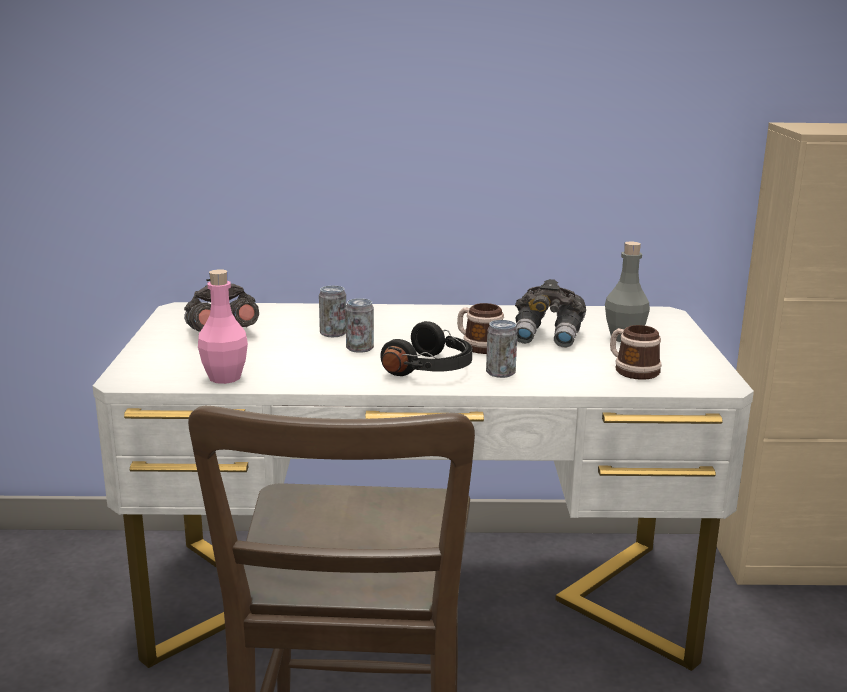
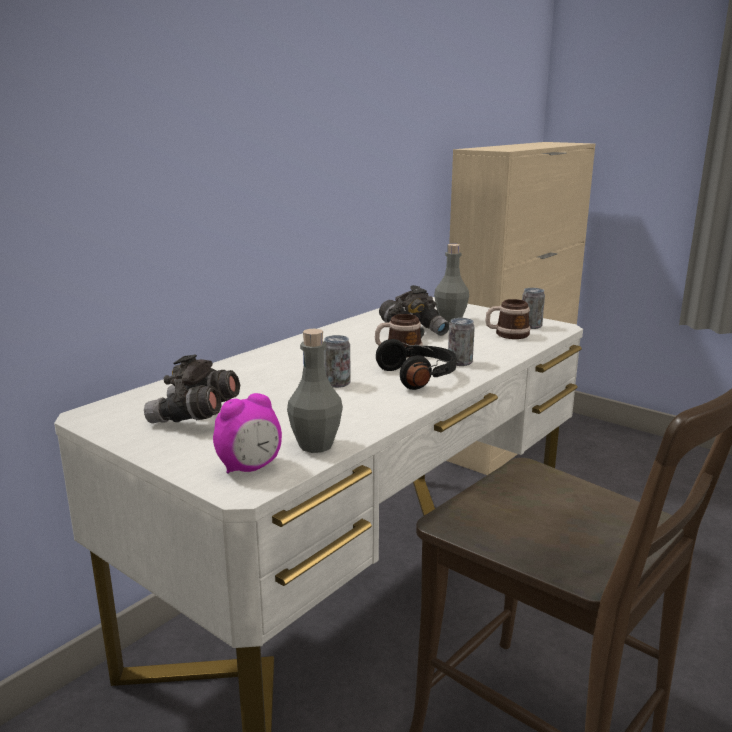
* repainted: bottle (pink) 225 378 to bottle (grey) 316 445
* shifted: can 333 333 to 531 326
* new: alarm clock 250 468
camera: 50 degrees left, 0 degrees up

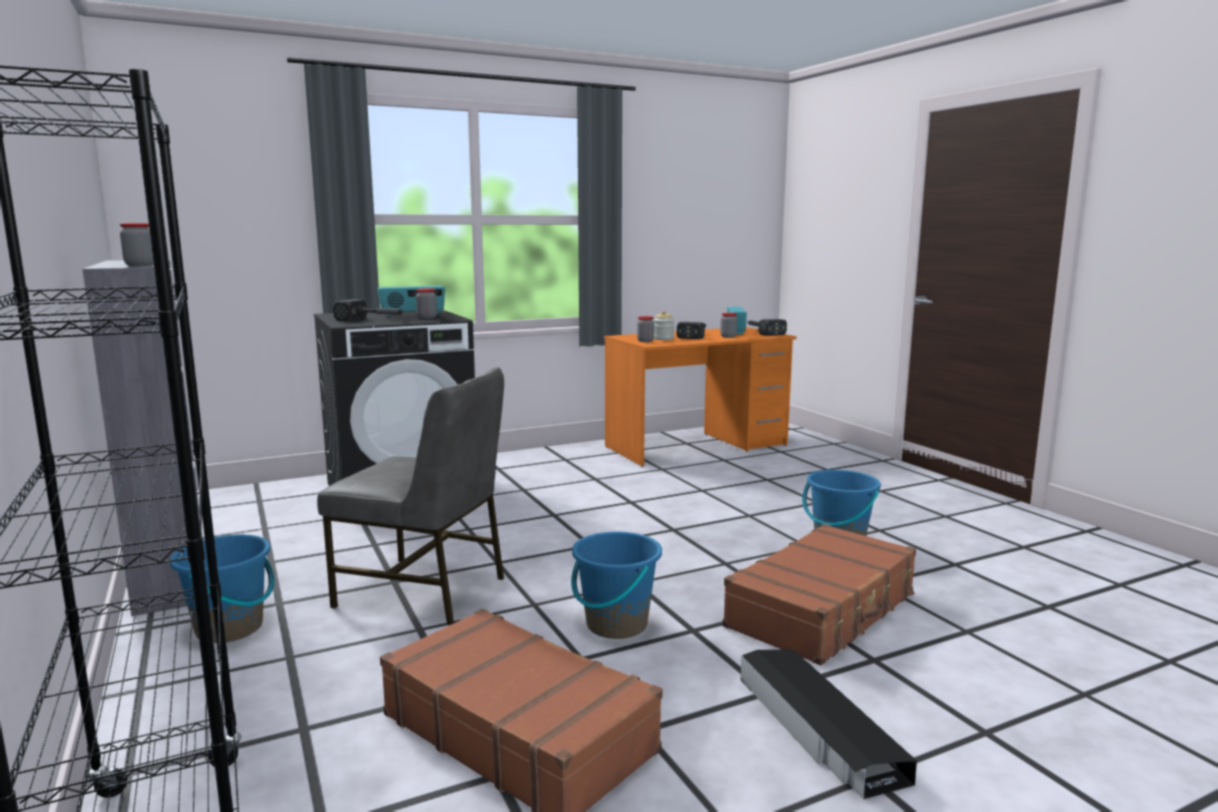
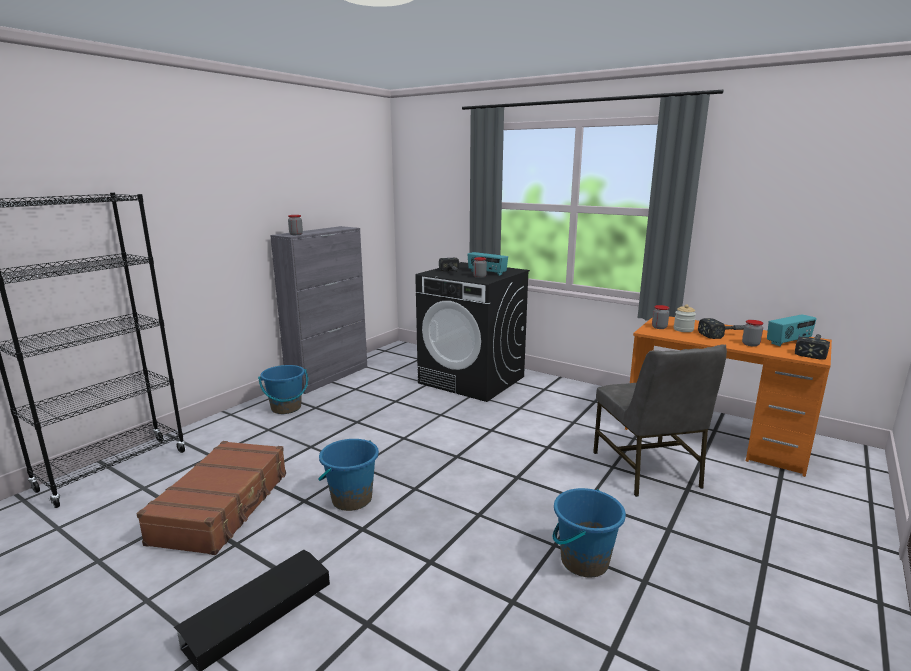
* shifted: chair (grey) 424 591 to 647 470
* gone: suitcase (brown) 823 611
camera: 60 degrees right, 5 degrees up

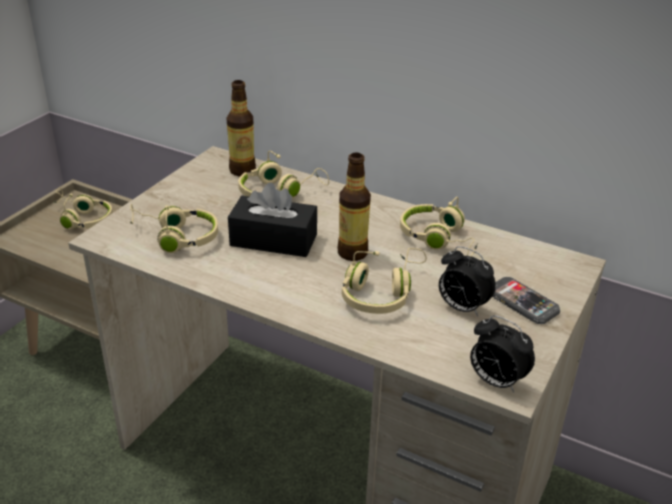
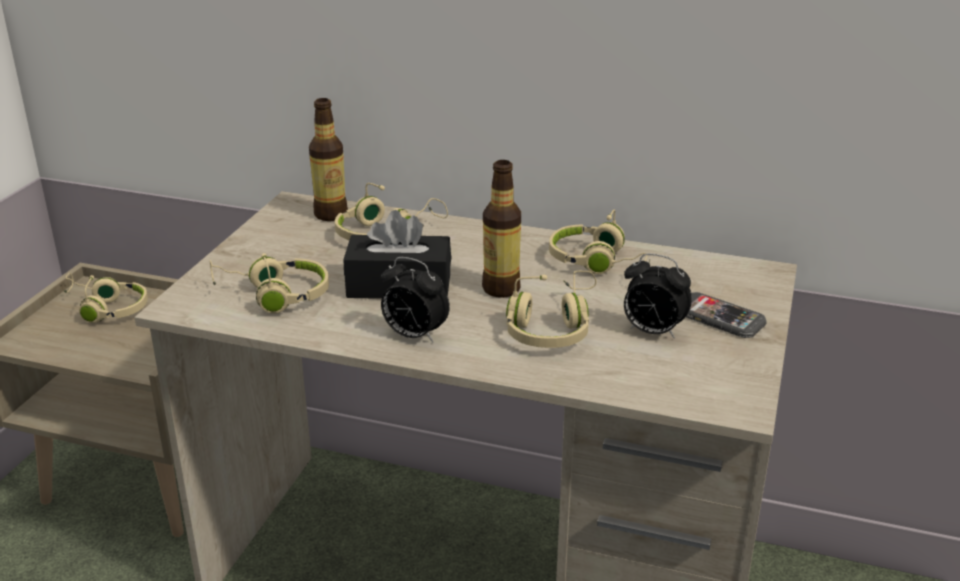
* shifted: alarm clock 495 381 to 414 335
camera: 10 degrees left, 5 degrees down

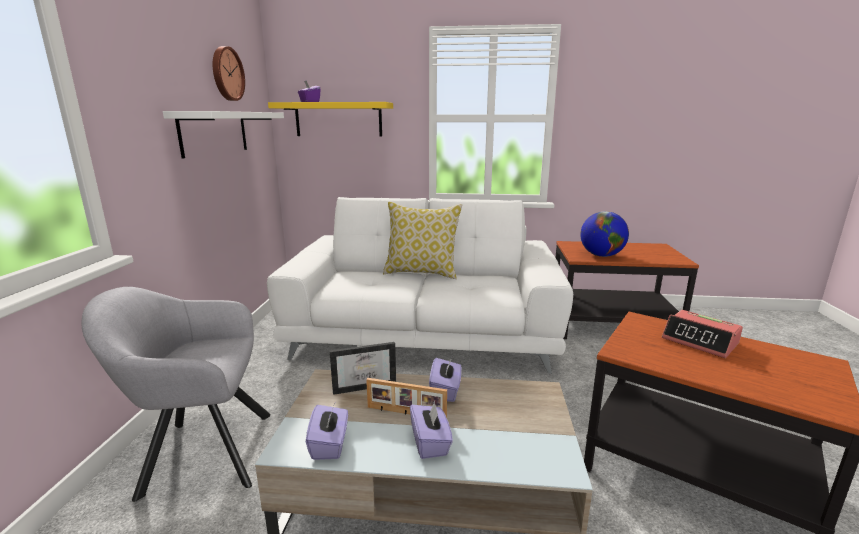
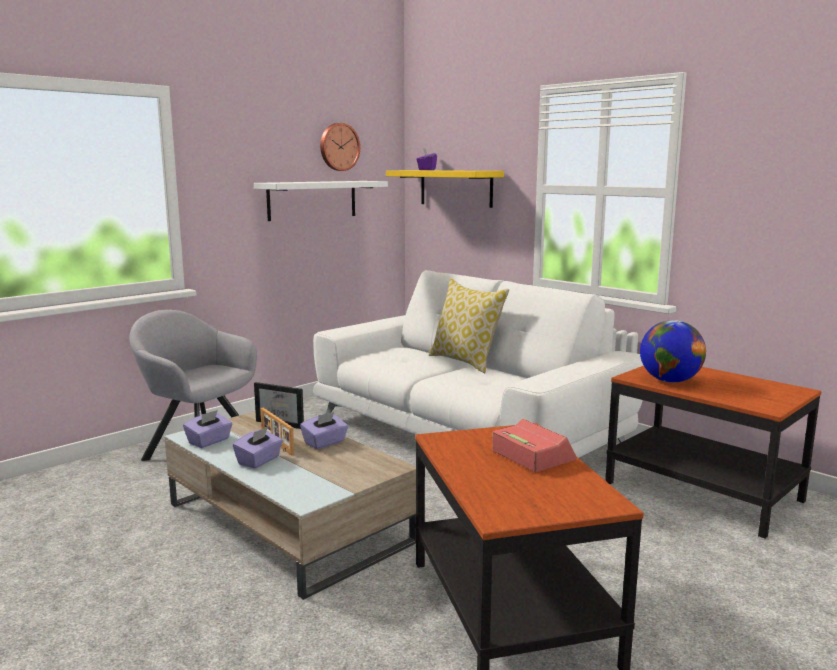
* rotated: alarm clock 700 341 = 532 456 150 degrees clockwise
camera: 40 degrees right, 5 degrees down

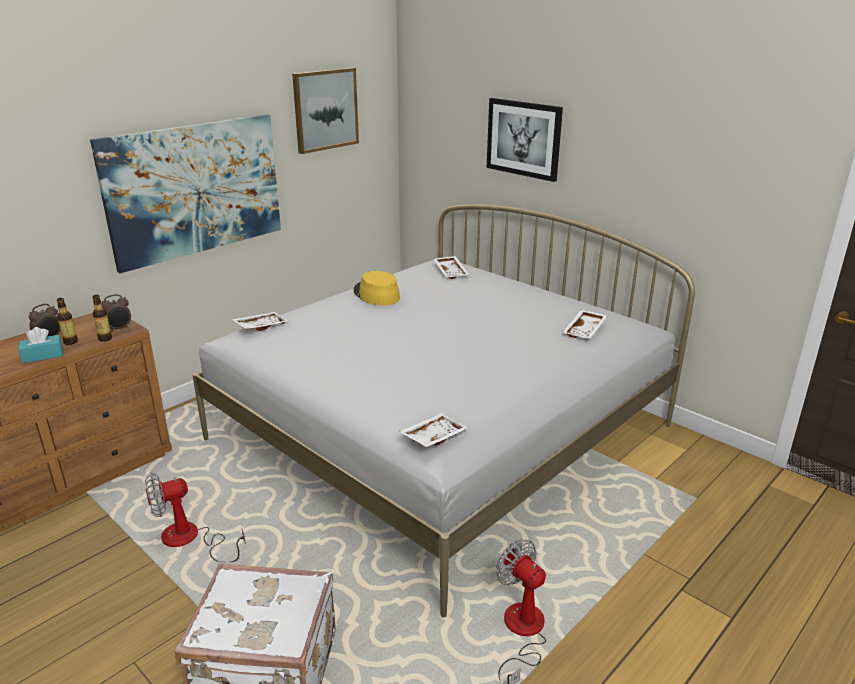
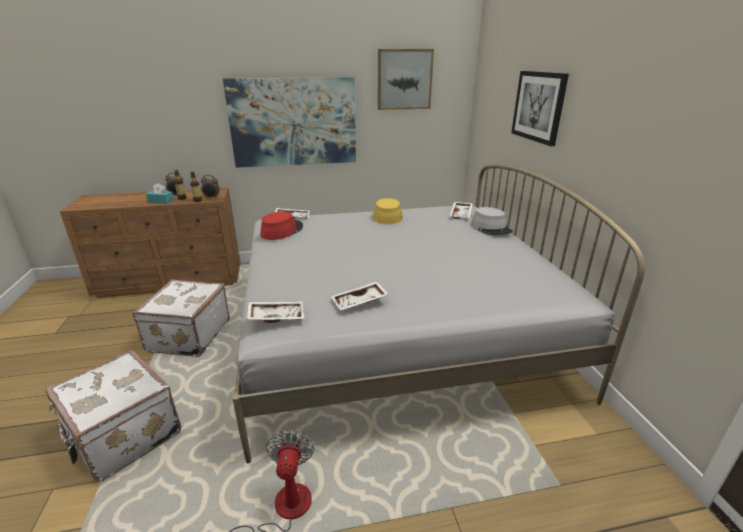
* shifted: tray (white) 585 330 to 359 302
* swapped: fan 190 540 to suitcase (white) 188 335
* new: hat (grey) 491 228
* new: hat (red) 282 231
camera: 35 degrees right, 0 degrees up

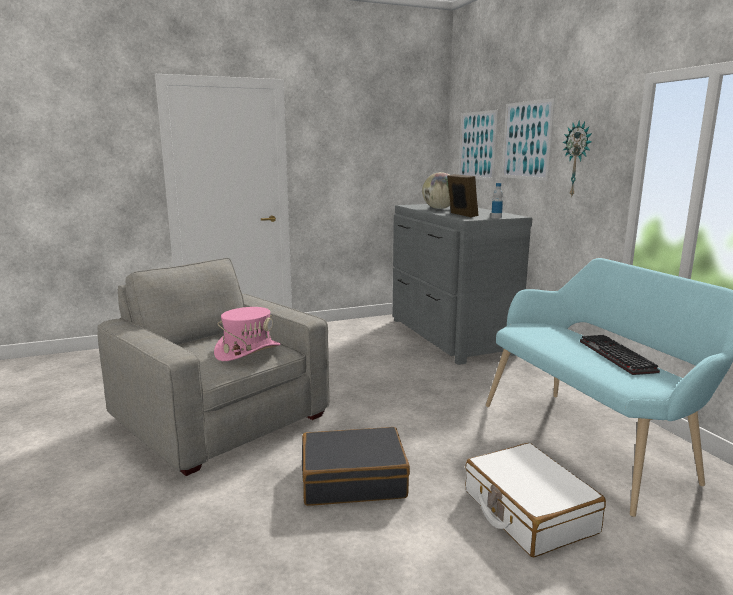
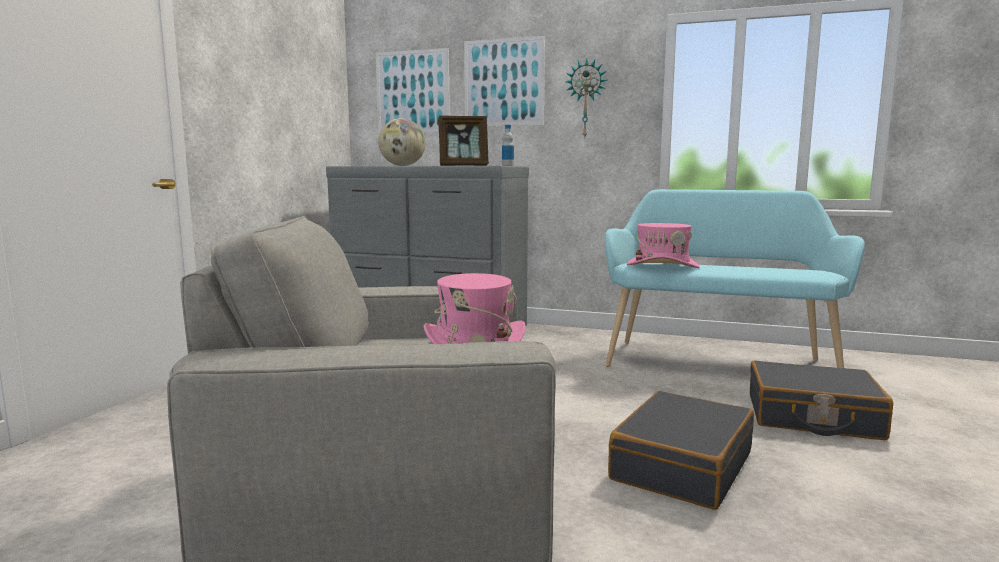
* rotated: picture frame 461 215 = 464 165 150 degrees clockwise
* gone: keyboard 613 356
* repainted: suitcase (white) 528 512 to suitcase (black) 812 417
* new: hat (pink) 662 266
camera: 50 degrees left, 5 degrees down

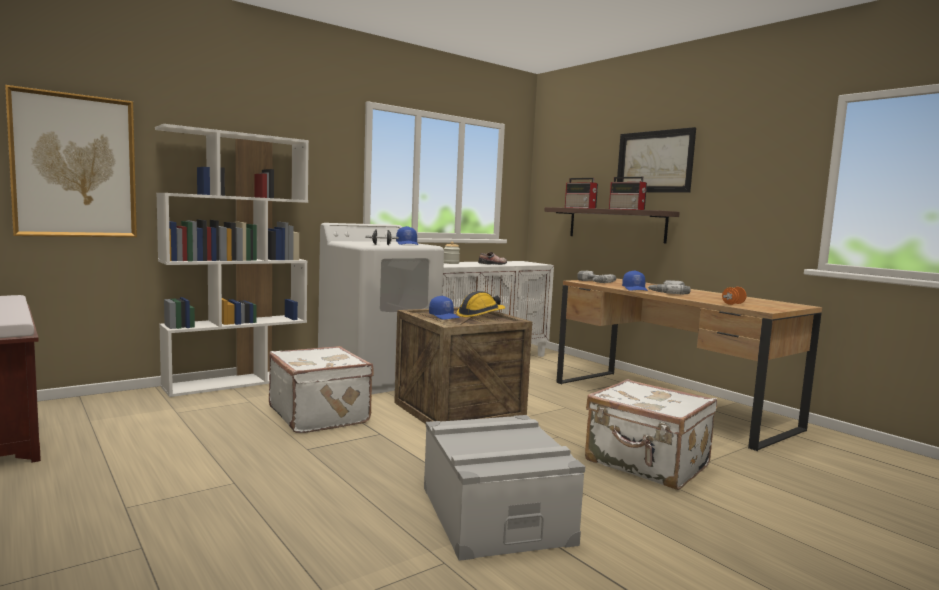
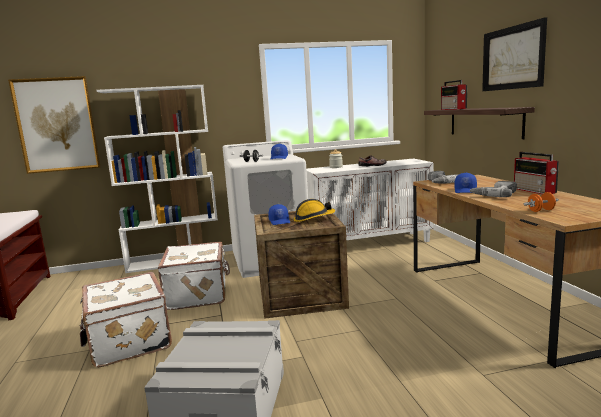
* shifted: radio 627 209 to 535 191
* shifted: suitcase (white) 647 464 to 128 342
camera: 25 degrees right, 5 degrees up

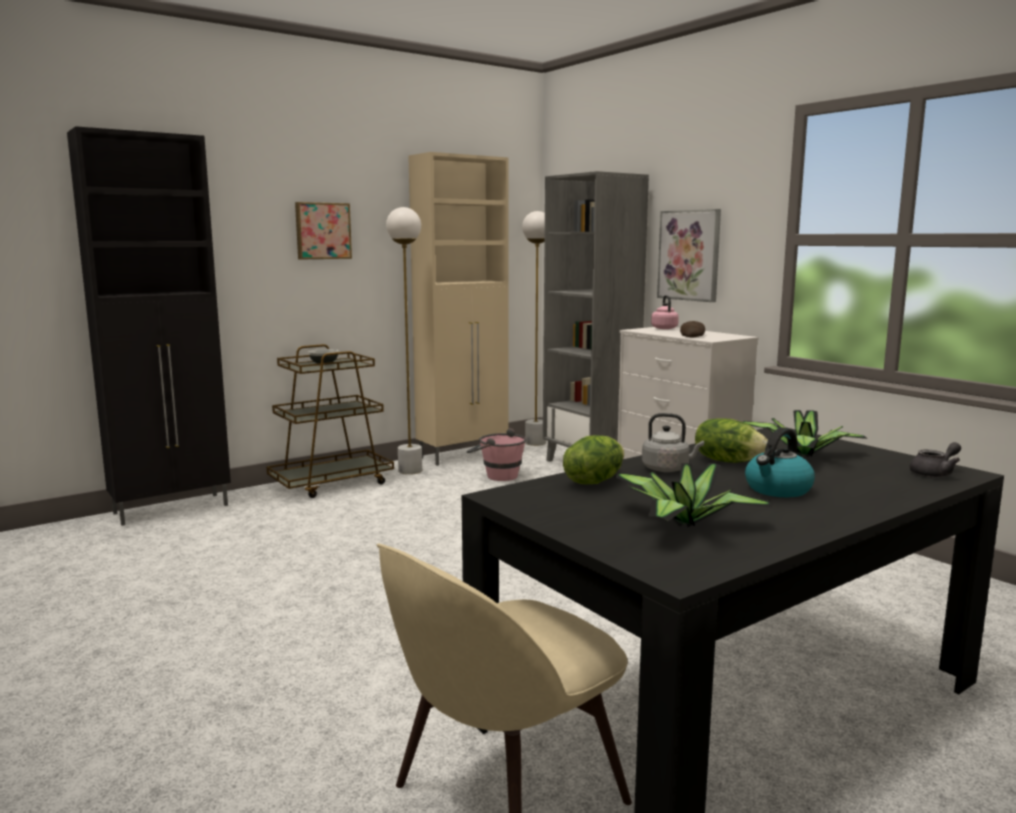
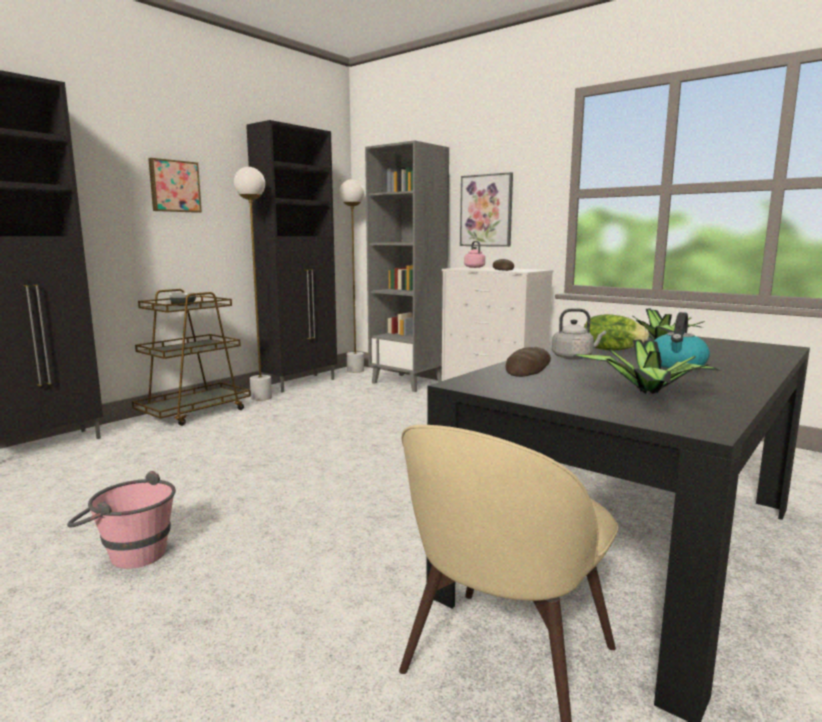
* repainted: cabinet (beige) 464 455 to cabinet (black) 301 383
* shifted: bucket (pink) 496 475 to 128 554
* swapped: lettuce 593 481 to bread 528 368
* gone: teapot (grey) 935 473
camera: 15 degrees left, 0 degrees up

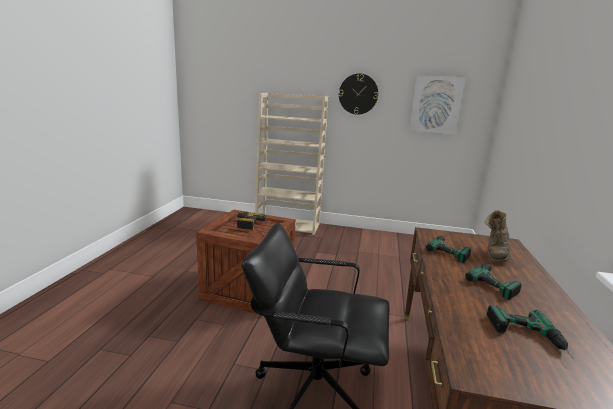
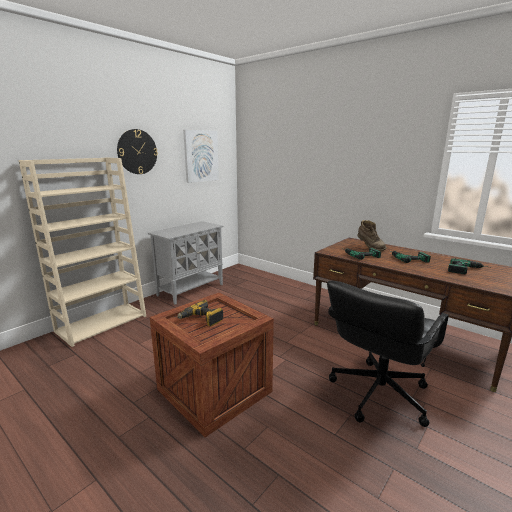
* new: cabinet (grey) 191 290
camera: 60 degrees left, 0 degrees up

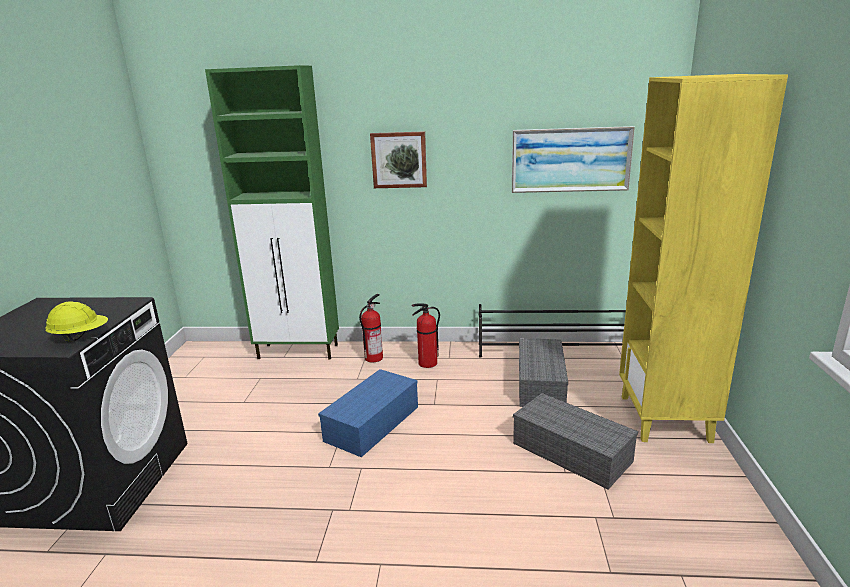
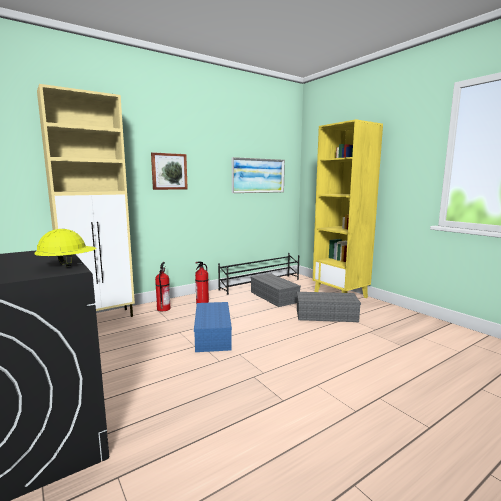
* repainted: cabinet (green) 299 352 to cabinet (beige) 100 318
camera: 40 degrees left, 10 degrees down

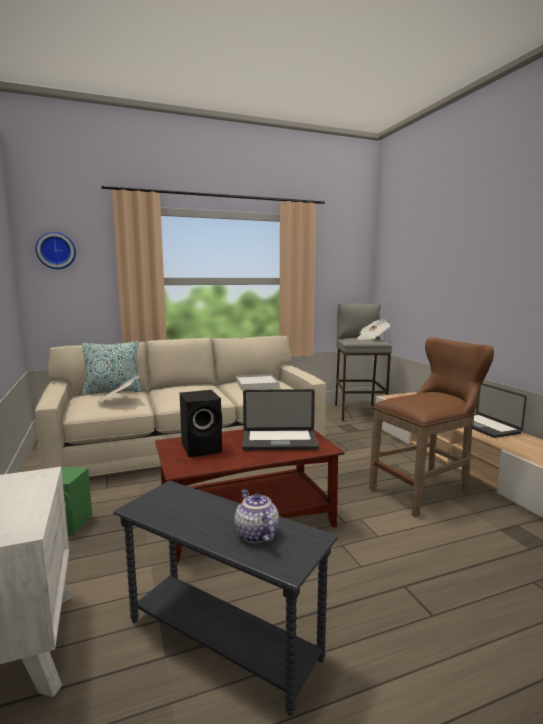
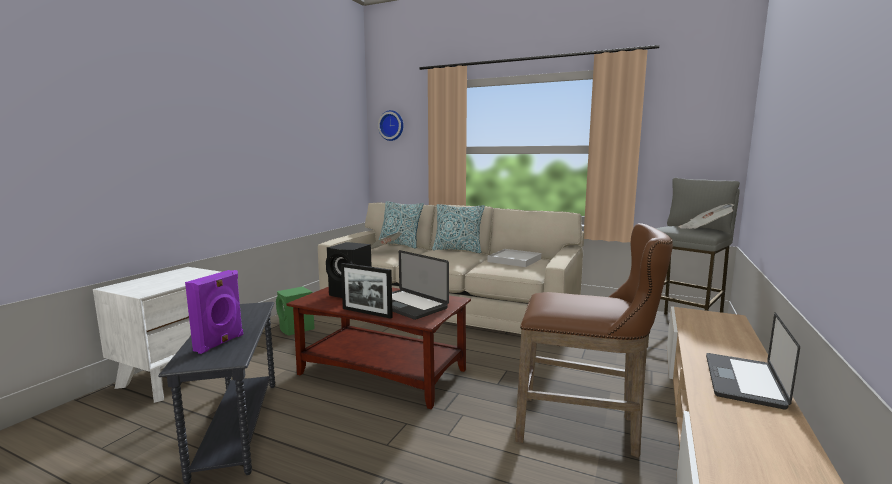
* swapped: teapot 255 534 to speaker (purple) 220 343
* new: pillow 458 250
* new: picture frame 367 313
camera: 45 degrees right, 0 degrees up

